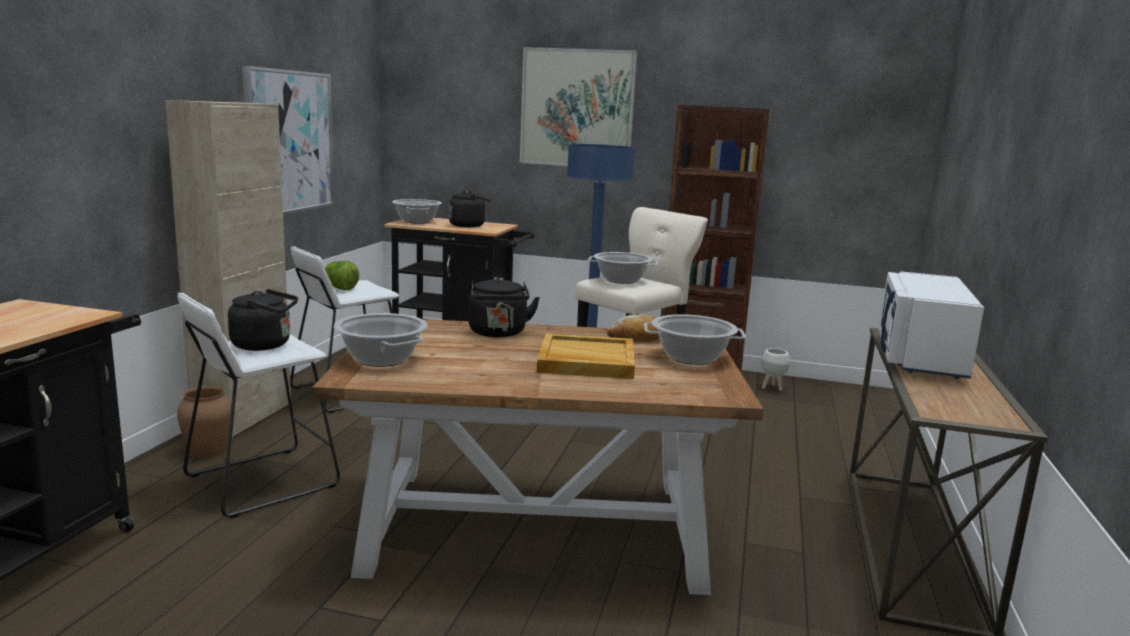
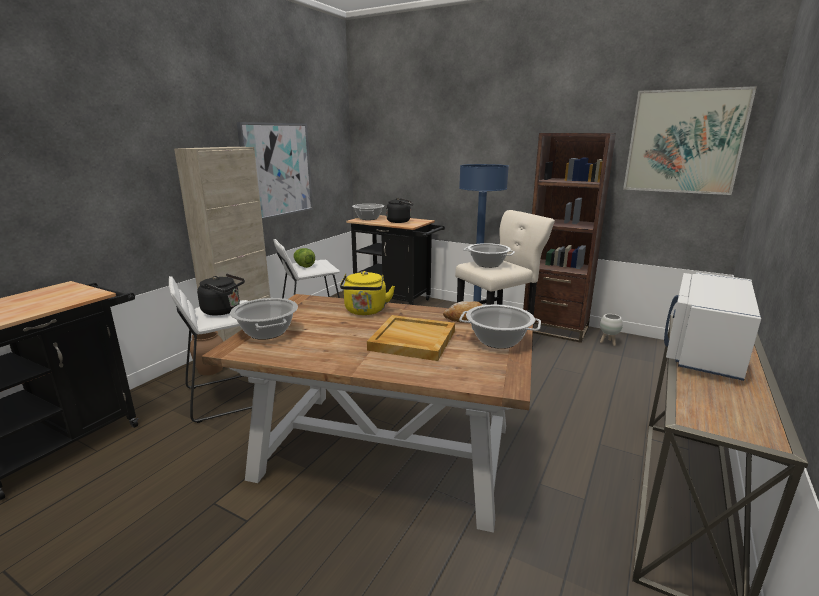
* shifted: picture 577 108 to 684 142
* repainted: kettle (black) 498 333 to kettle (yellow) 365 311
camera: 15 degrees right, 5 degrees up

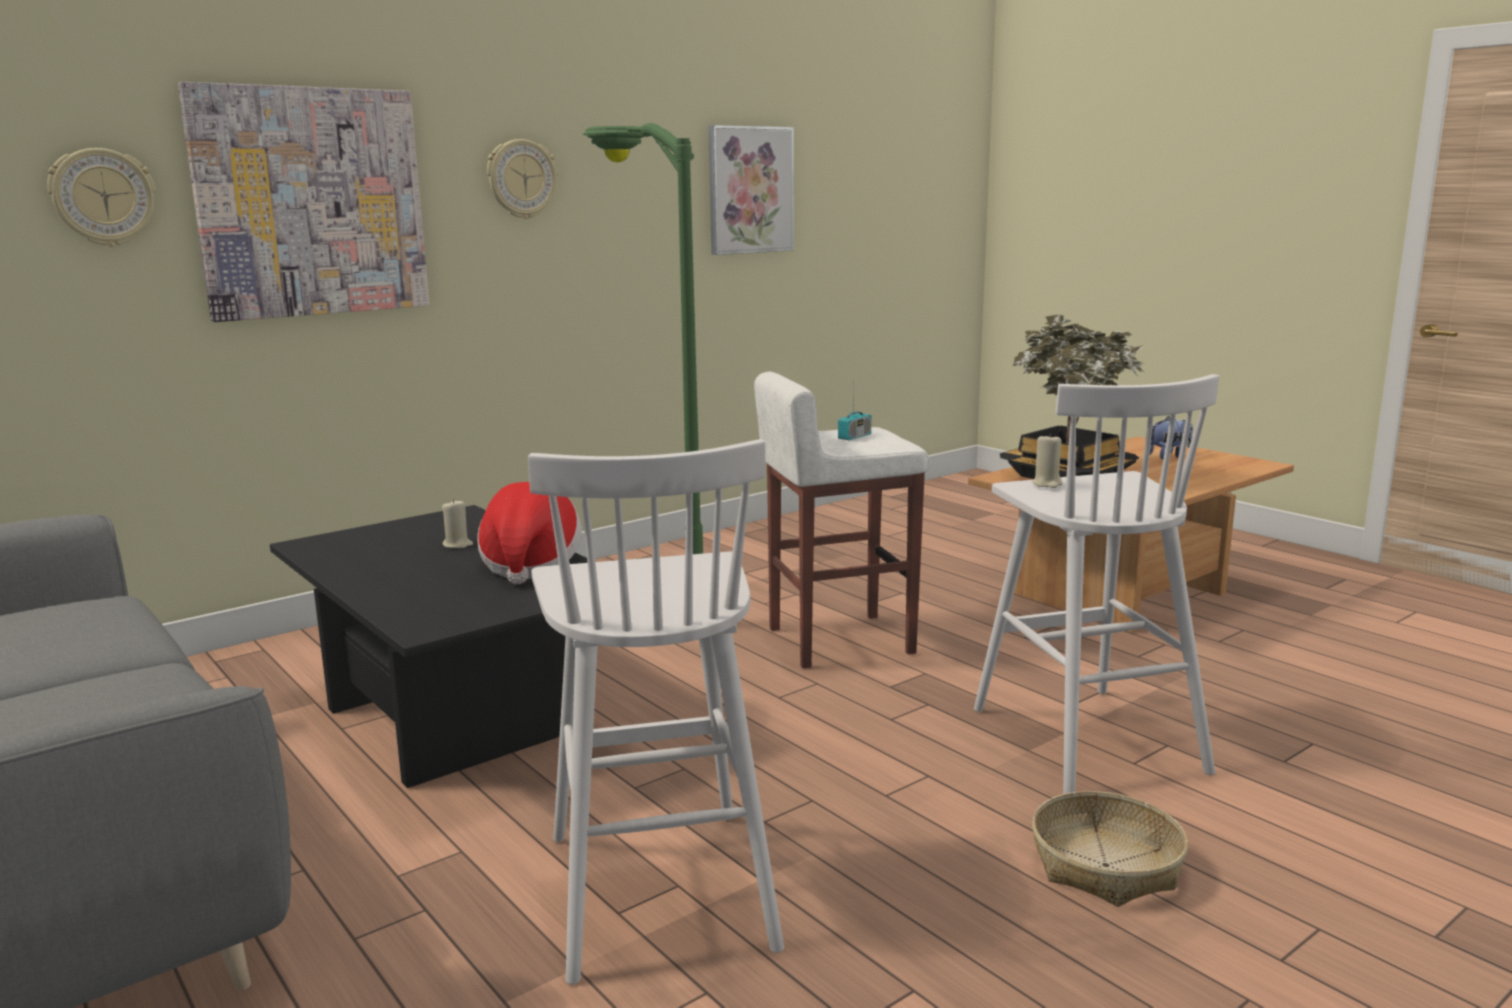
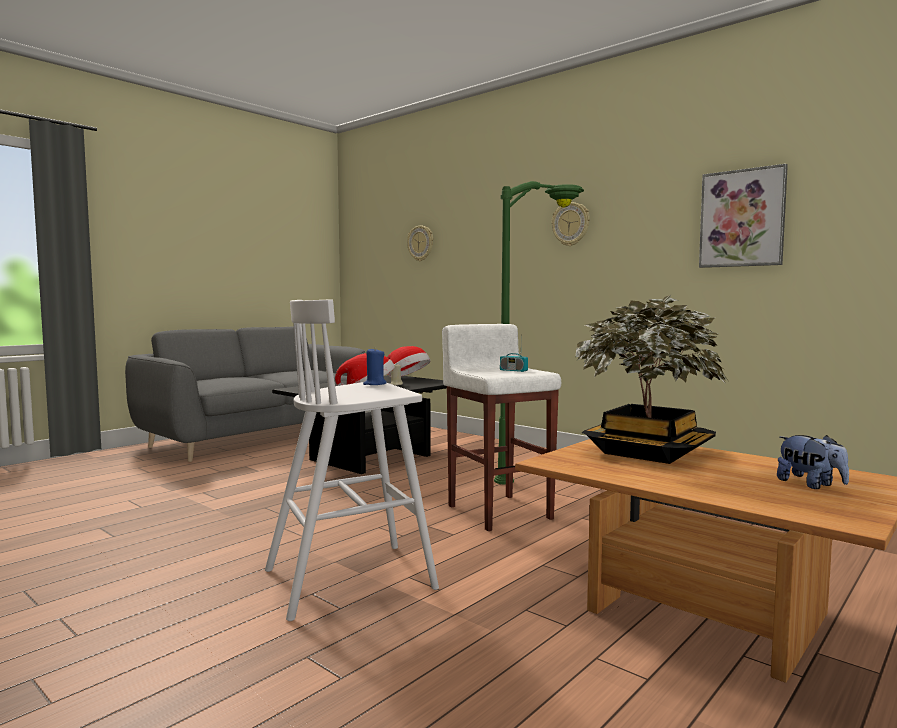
* gone: picture 311 202
* repainted: candle (beige) 1047 484 to candle (blue) 374 384
* gone: stool (white) 658 887
* gone: basket 1105 865
* new: hat 407 378
camera: 80 degrees right, 10 degrees down

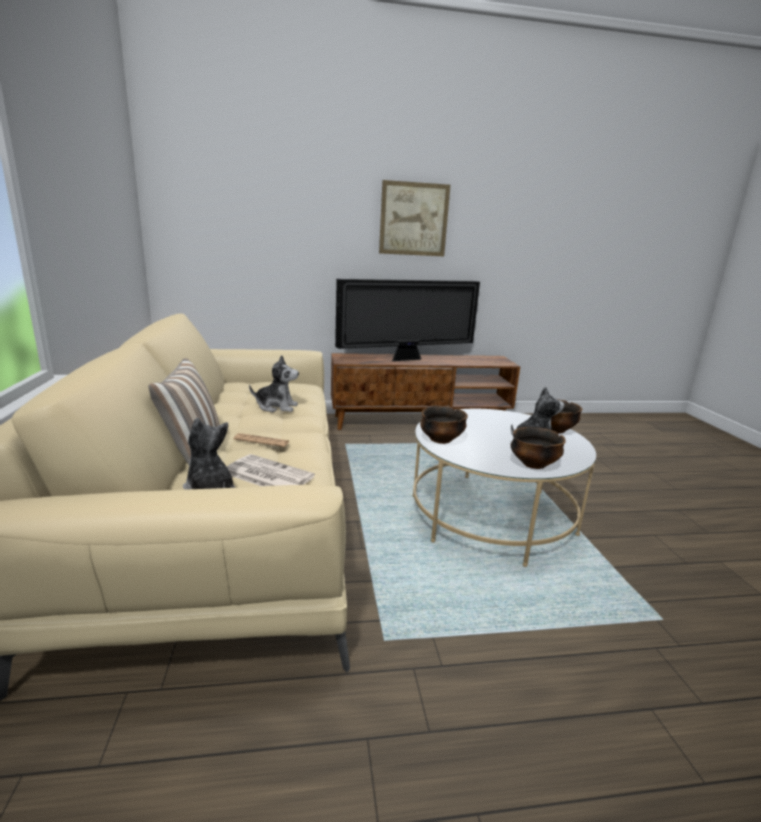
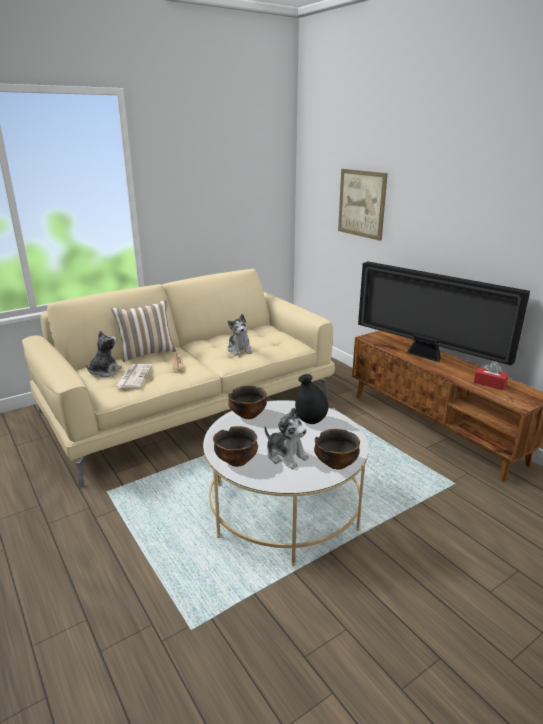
* shifted: picture 414 219 to 362 203
* new: tissue box (red) 489 383
* new: vase (black) 311 421
camera: 65 degrees right, 5 degrees up

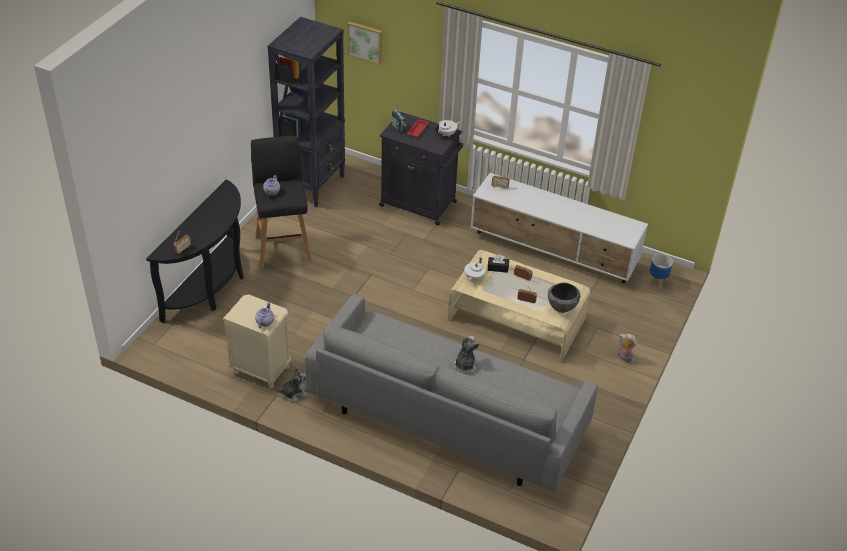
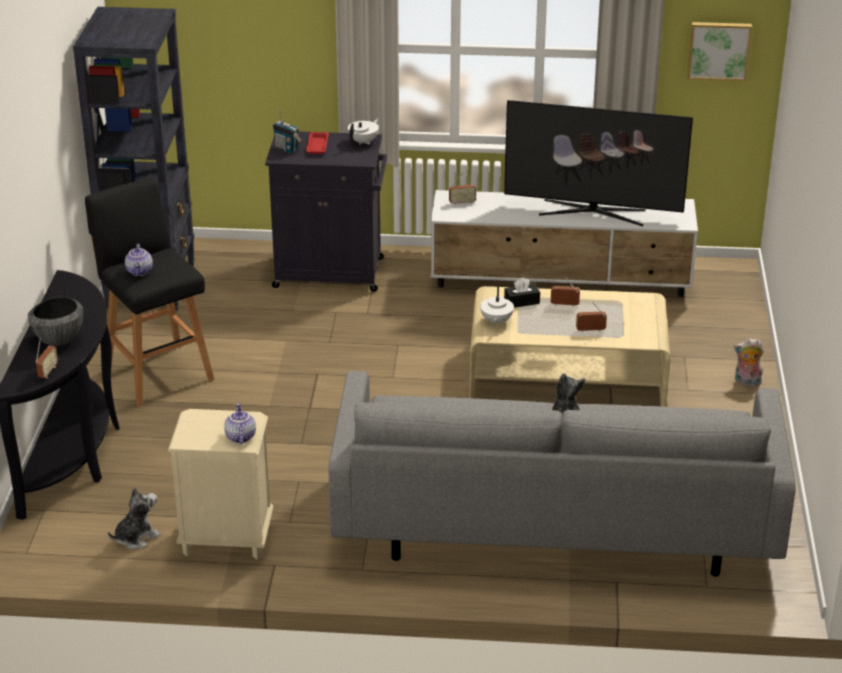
* shifted: picture 365 42 to 718 50
* gone: planter 657 281
* shifted: bowl 561 307 to 58 339
* shifted: plush toy 294 393 to 136 537
* new: television 592 212
camera: 20 degrees left, 10 degrees down

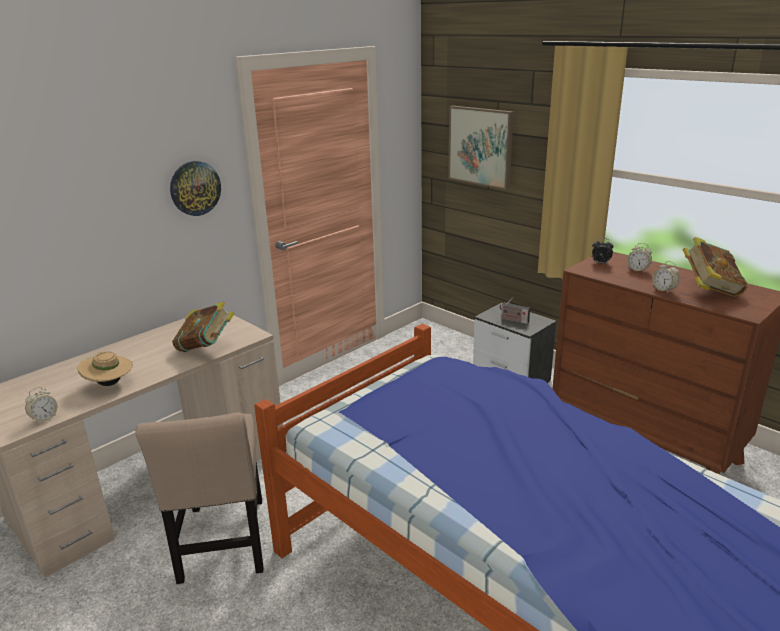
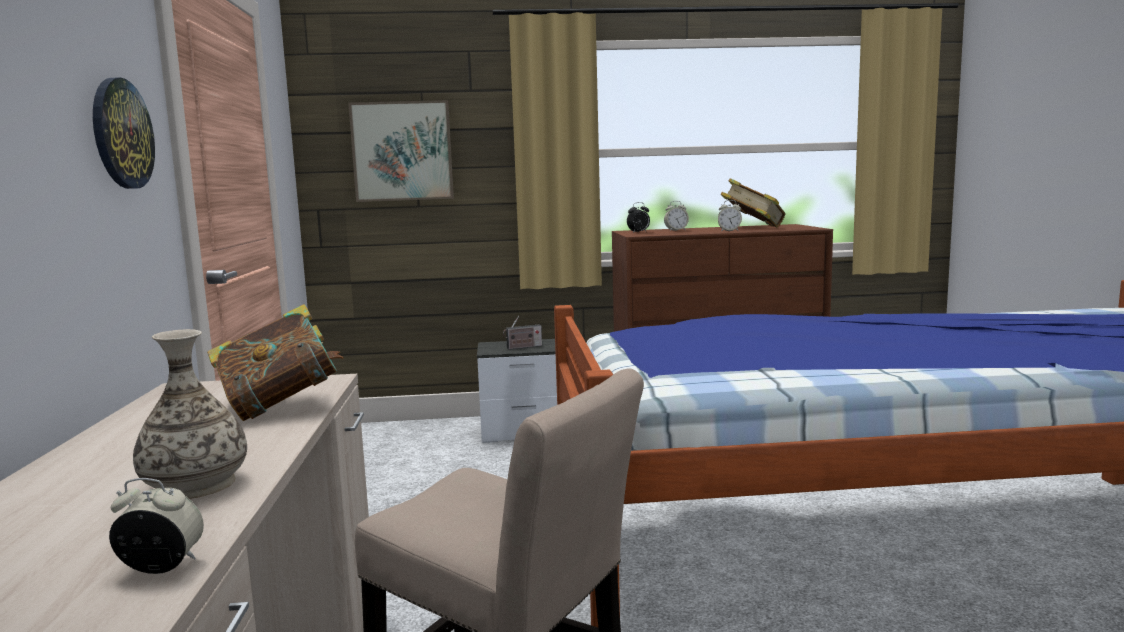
* swapped: hat (beige) 109 384 to vase 196 485
* rotated: alarm clock 44 418 = 162 567 75 degrees counterclockwise
camera: 50 degrees left, 15 degrees down

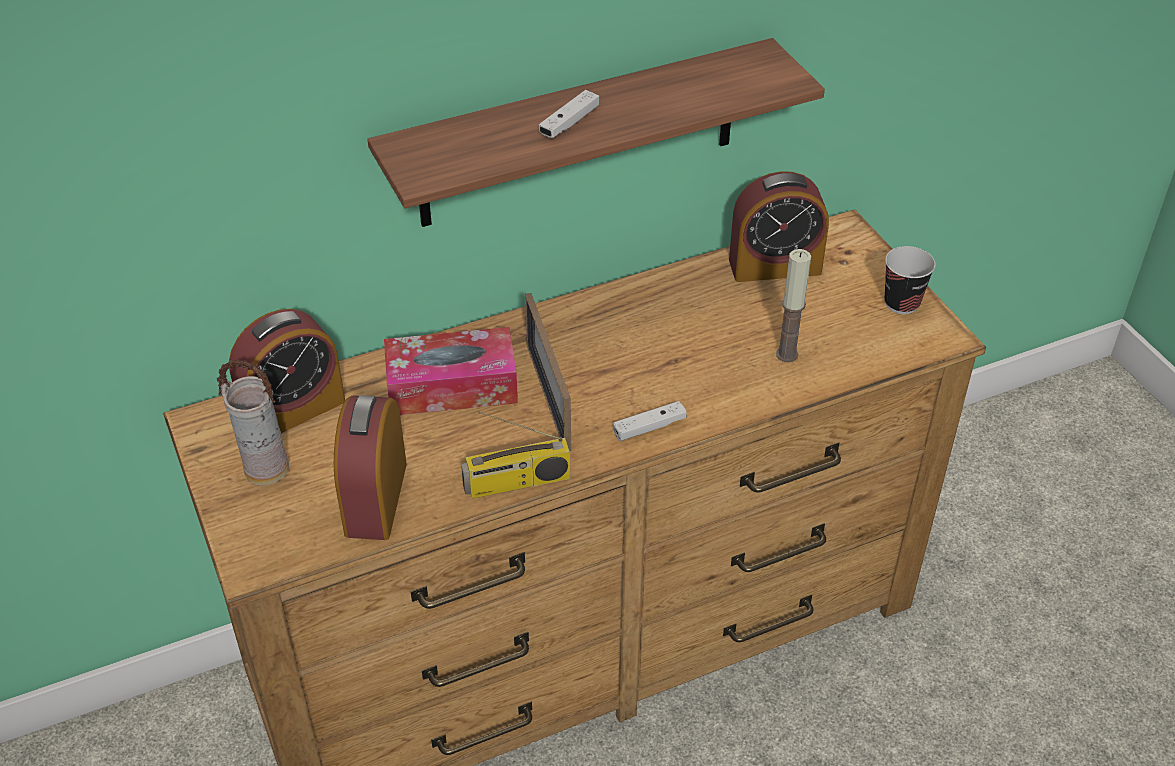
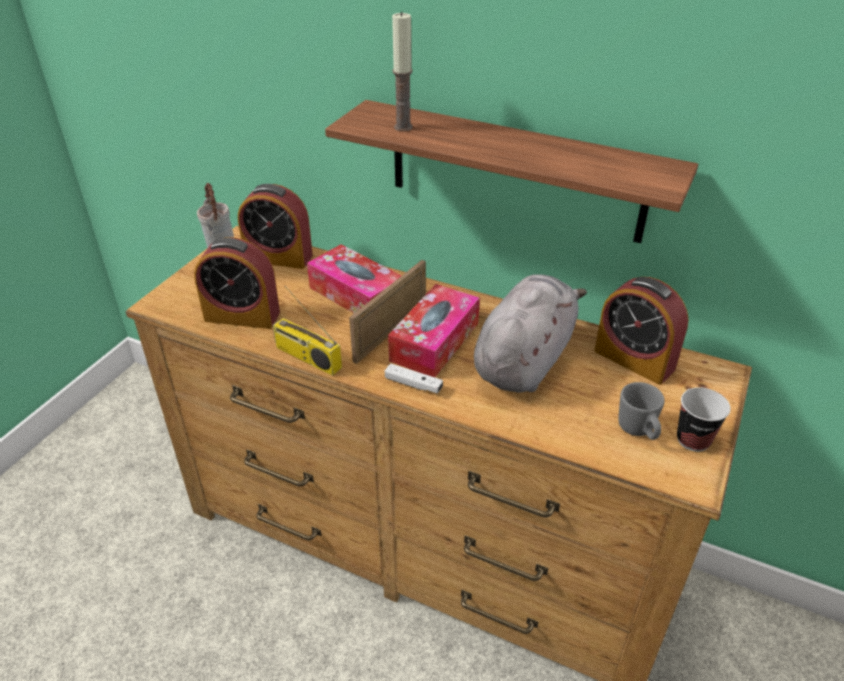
* gone: game controller (white) 569 123
* shifted: candle 787 354 to 403 127
* rotated: alarm clock 376 498 = 242 316 135 degrees counterclockwise
* new: plush toy (grey) 524 359
* new: tissue box 435 341
* new: mug (grey) 638 431
camera: 50 degrees right, 5 degrees down

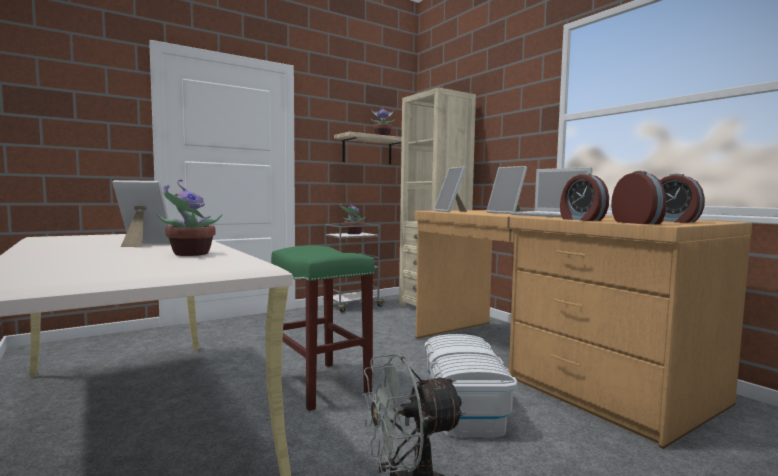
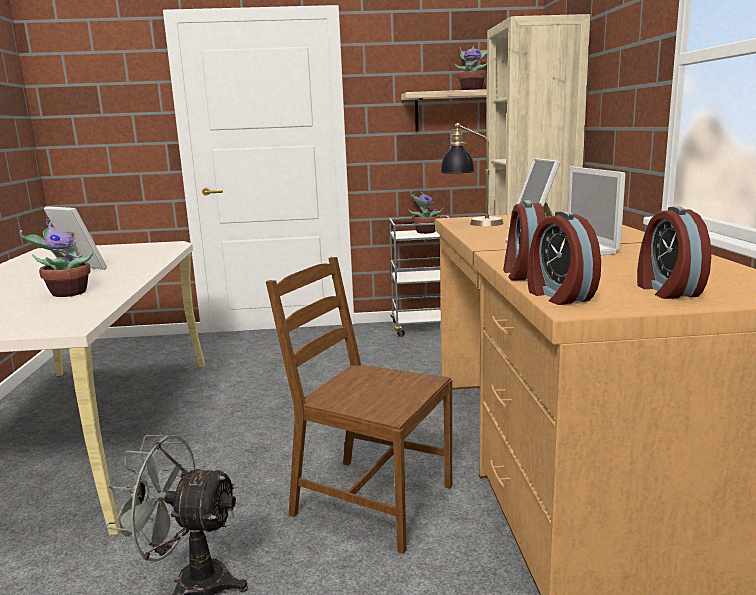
* swapped: picture frame 451 211 to table lamp 471 223
* rotated: alarm clock 638 223 = 558 296 150 degrees clockwise
* gone: stool (green) 322 385
* swapped: storage box (white) 463 408 to chair (brown) 370 501
camera: 30 degrees right, 10 degrees up

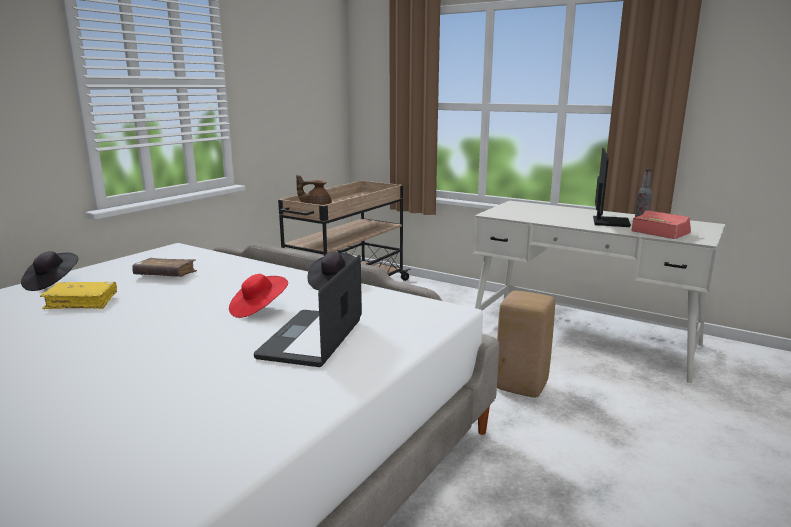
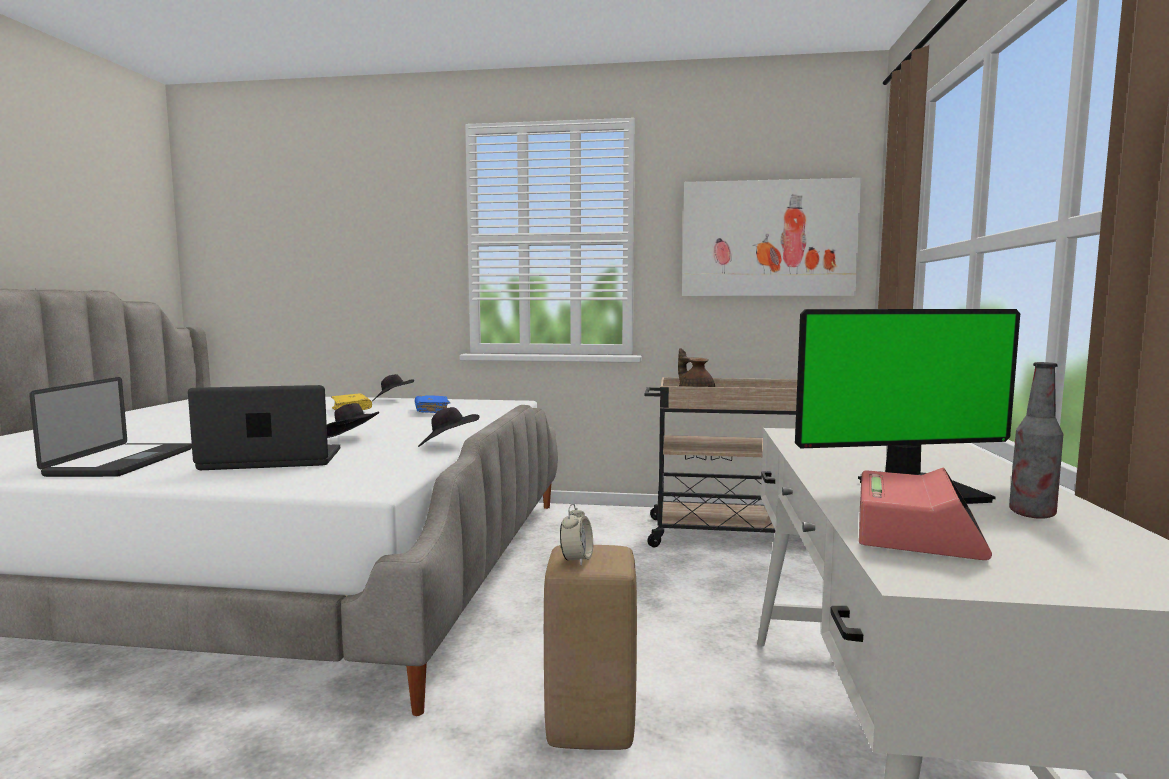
* repainted: book (brown) 165 275 to book (blue) 432 411
* repainted: hat (red) 258 309 to hat (black) 351 439
* new: picture 768 239
* new: laptop 122 462
* new: alarm clock 576 559
camera: 65 degrees right, 10 degrees down

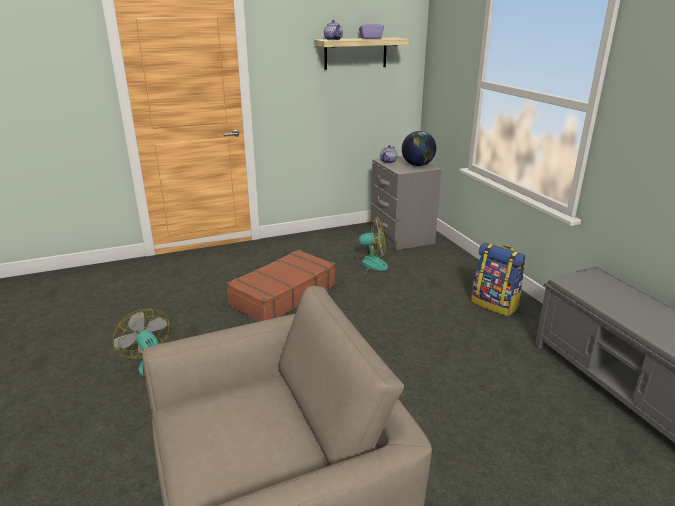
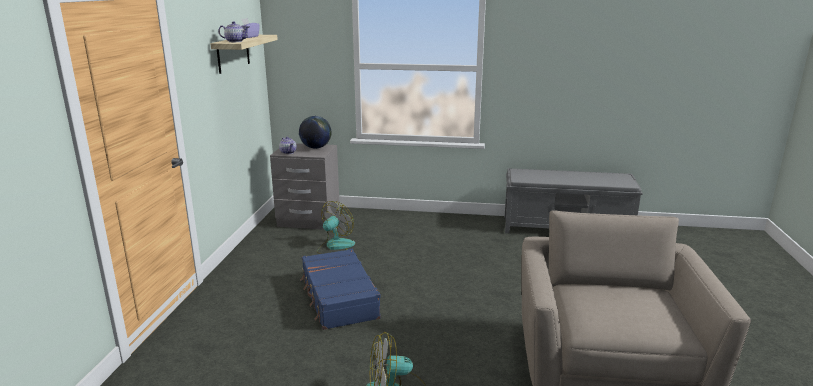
* gone: backpack 495 304
* repainted: suitcase (brown) 283 295 to suitcase (blue) 338 298
camera: 60 degrees left, 5 degrees down

